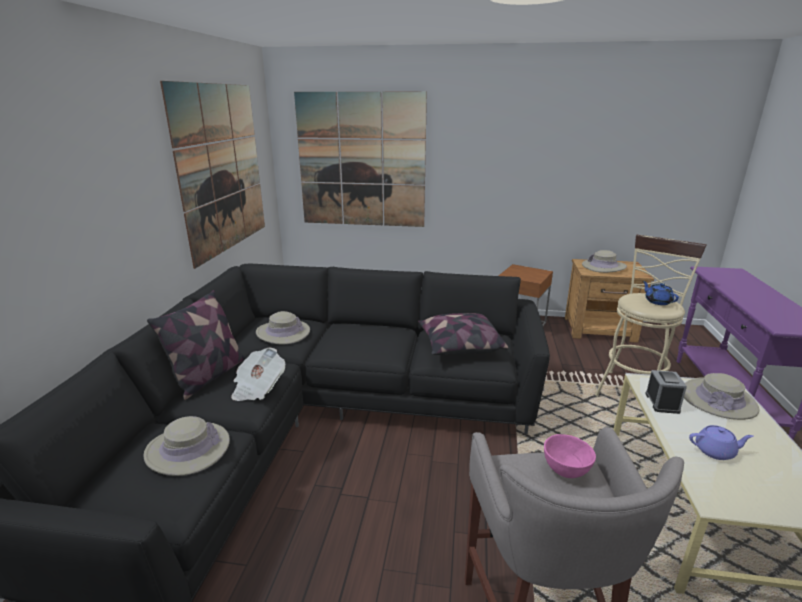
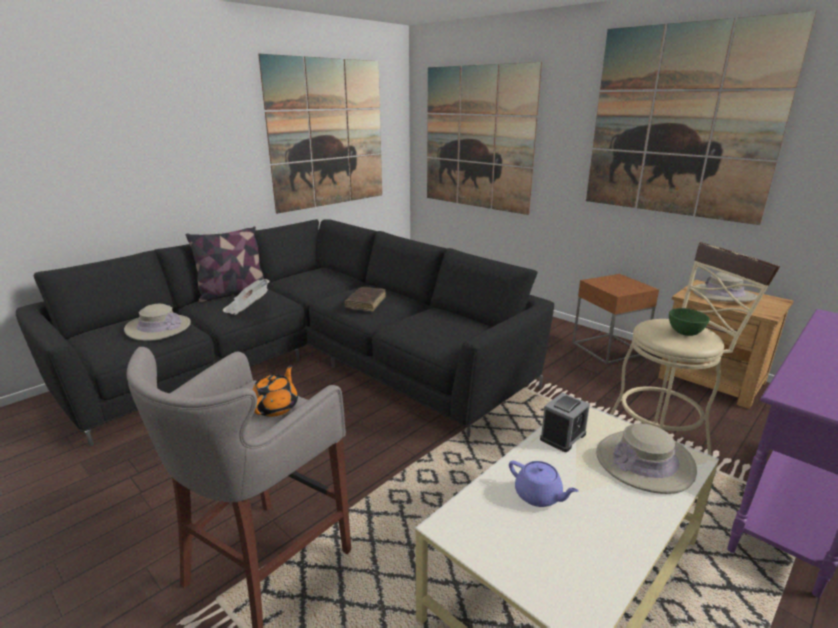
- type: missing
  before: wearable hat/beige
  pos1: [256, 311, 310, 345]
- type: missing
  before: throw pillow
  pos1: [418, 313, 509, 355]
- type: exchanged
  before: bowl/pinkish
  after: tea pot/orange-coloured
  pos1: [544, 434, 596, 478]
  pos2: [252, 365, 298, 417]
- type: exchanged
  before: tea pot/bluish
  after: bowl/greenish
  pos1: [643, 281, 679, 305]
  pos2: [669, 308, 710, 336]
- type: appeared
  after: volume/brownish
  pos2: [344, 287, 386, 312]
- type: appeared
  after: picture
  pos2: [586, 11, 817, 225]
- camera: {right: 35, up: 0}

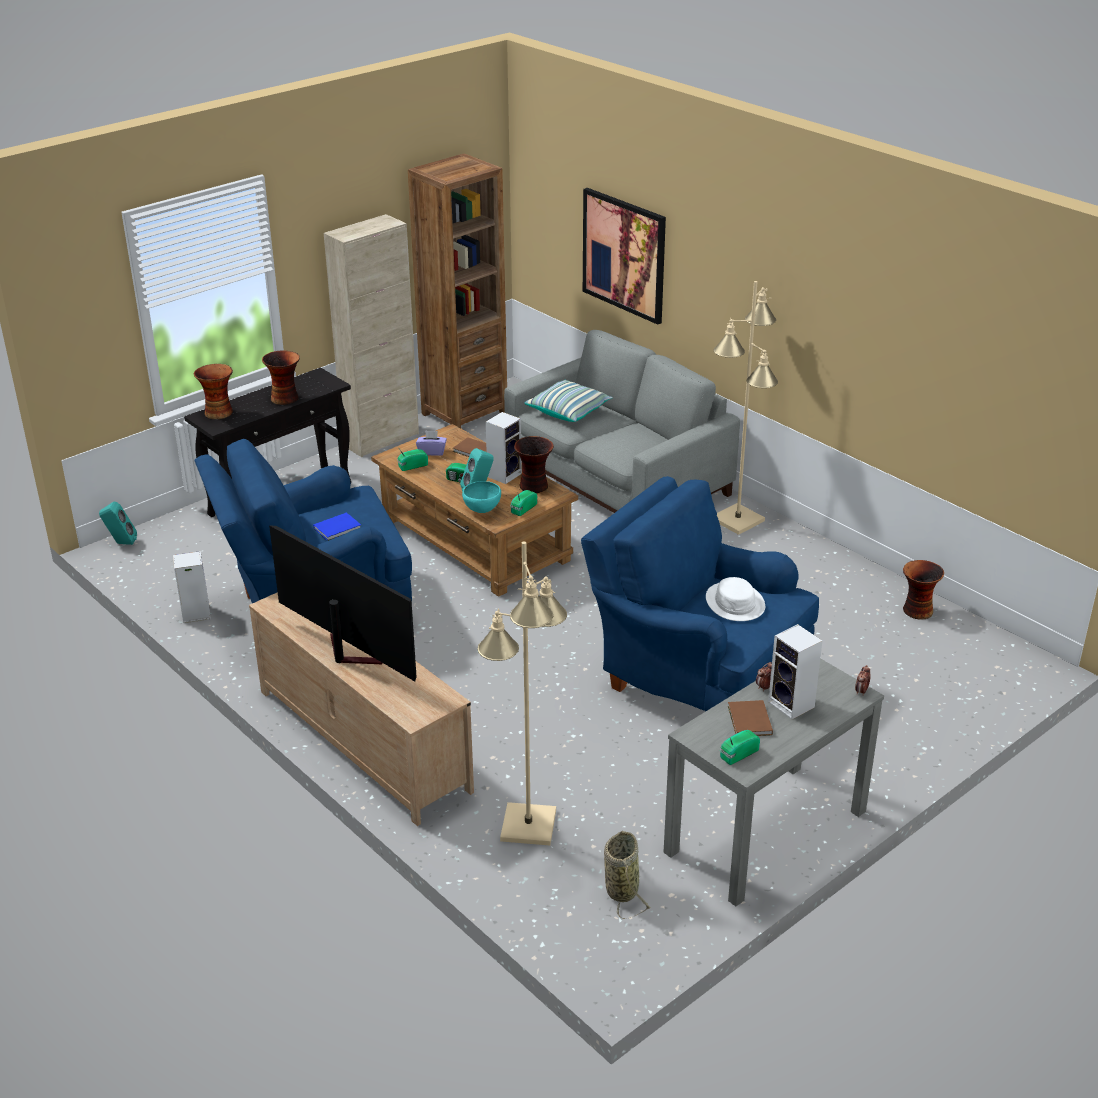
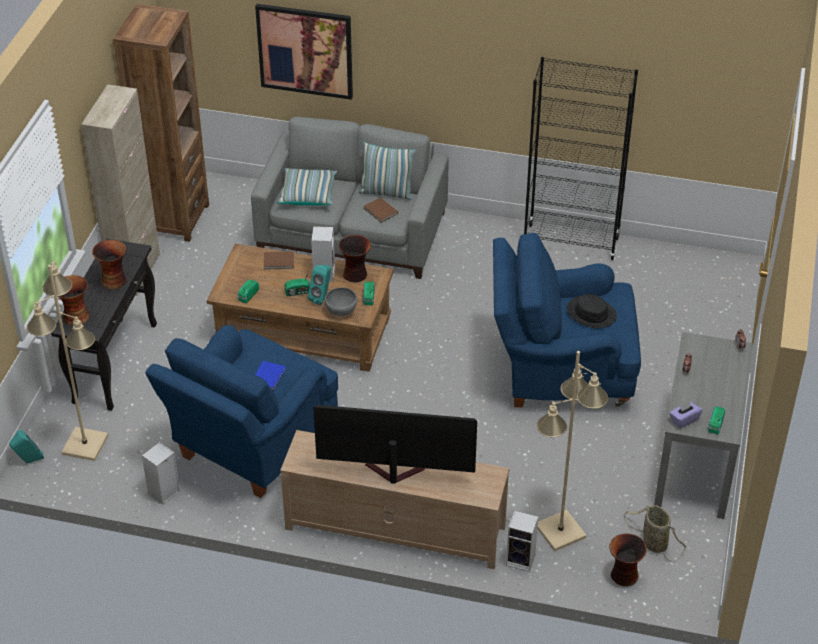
- type: relocated
  before: tissue holder/purplish
  pos1: [416, 430, 447, 456]
  pos2: [670, 401, 702, 428]
- type: colour
  before: bowl/blue-green
  after: bowl/grey
  pos1: [462, 481, 501, 513]
  pos2: [324, 287, 357, 316]
- type: colour
  before: wearable hat/white
  after: wearable hat/blackish
  pos1: [706, 577, 765, 621]
  pos2: [566, 294, 617, 328]
- type: relocated
  before: standing lamp/beige
  pos1: [714, 281, 778, 535]
  pos2: [27, 262, 108, 461]
- type: relocated
  before: volume/brownish
  pos1: [728, 700, 773, 736]
  pos2: [363, 198, 398, 223]
- type: relocated
  before: audio speaker
  pos1: [768, 624, 822, 719]
  pos2: [506, 511, 539, 572]
- type: relocated
  before: flower vase
  pos1: [903, 560, 944, 620]
  pos2: [610, 534, 647, 586]
- type: appeared
  after: throw pillow
  pos2: [359, 142, 416, 200]
- type: appeared
  after: bookcase/blackish
  pos2: [524, 57, 638, 260]
- camera: {right: -35, up: 10}

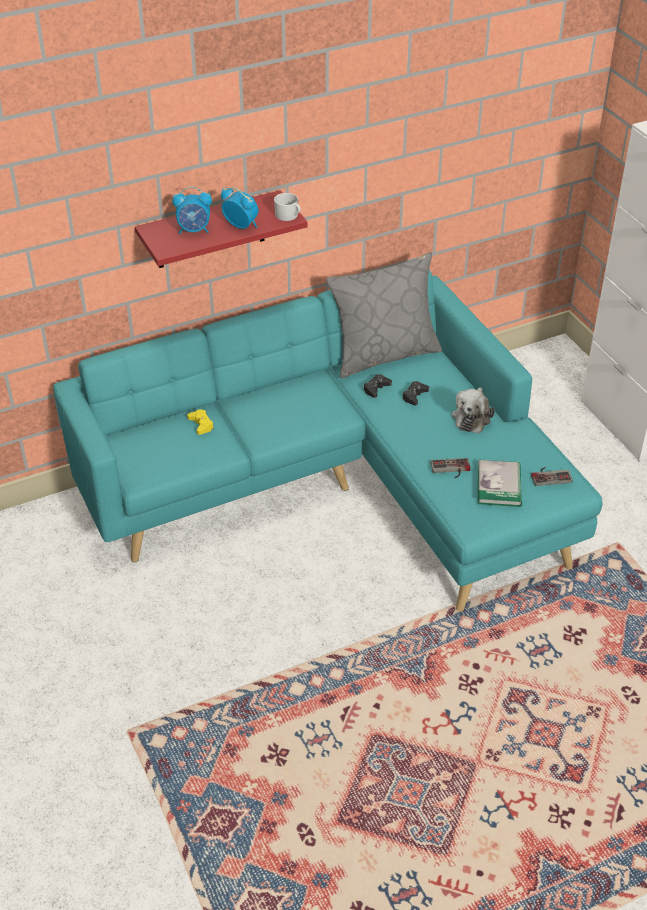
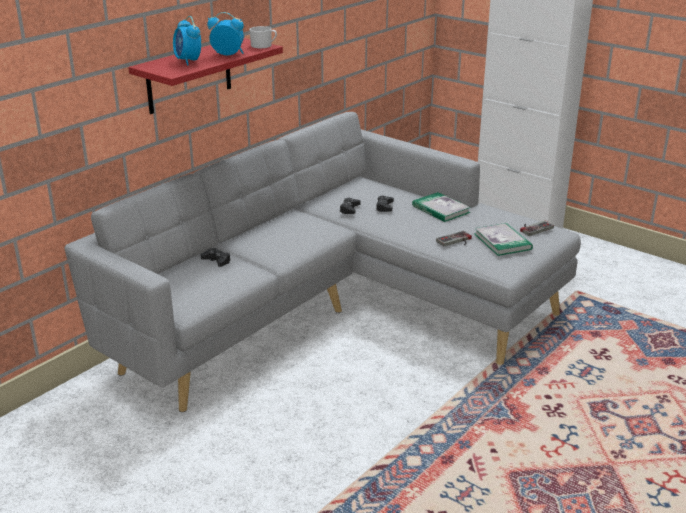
- type: colour
  before: couch/blue-green
  after: couch/grey
  pos1: [53, 270, 602, 612]
  pos2: [64, 112, 581, 412]
- type: spun
  before: alarm clock
  pos1: [172, 186, 212, 234]
  pos2: [173, 16, 201, 65]
  turn: 90
- type: colour
  before: gamepad/yellow
  after: gamepad/blackish
  pos1: [187, 409, 214, 435]
  pos2: [200, 248, 231, 267]
- type: missing
  before: throw pillow/grey
  pos1: [326, 252, 442, 378]
- type: exchanged
  before: soft toy
  after: volume
  pos1: [451, 387, 495, 433]
  pos2: [412, 192, 471, 222]
- camera: {right: -25, up: -15}

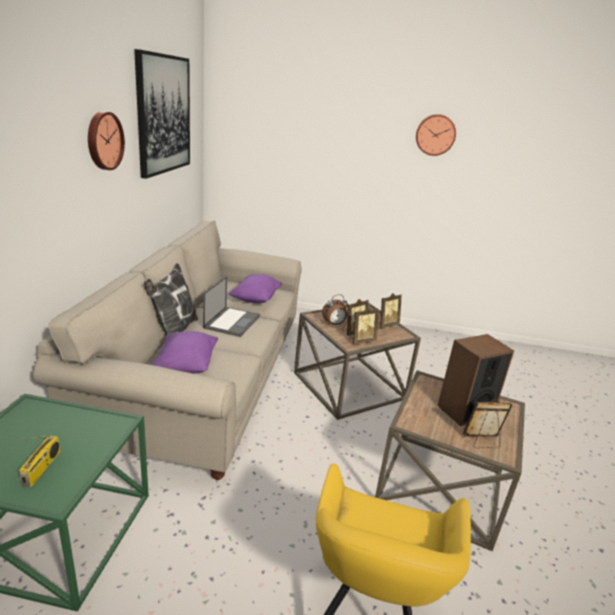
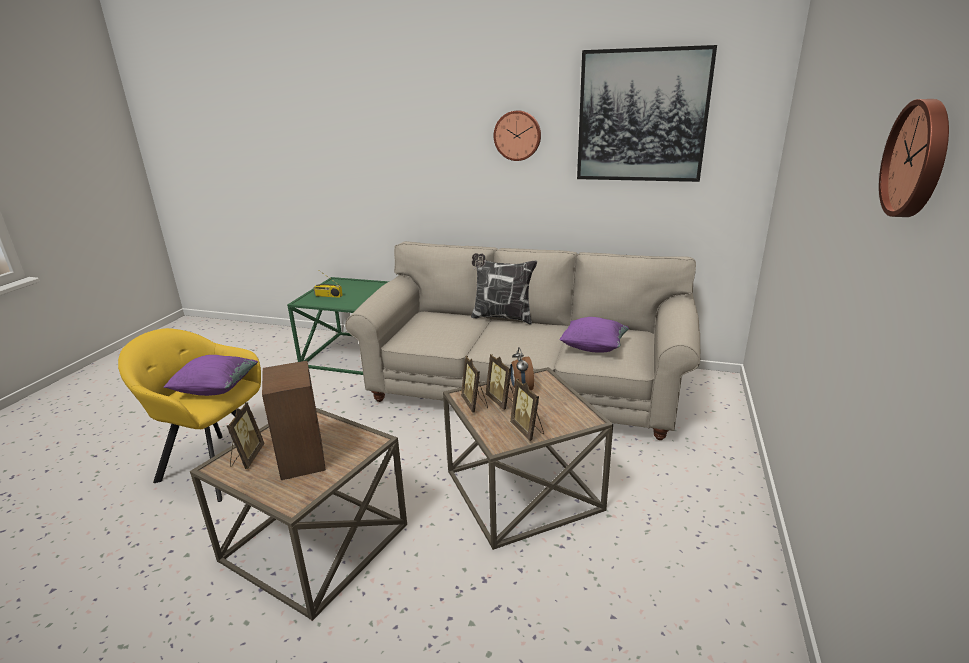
- type: relocated
  before: throw pillow/purplish
  pos1: [152, 331, 218, 373]
  pos2: [164, 355, 258, 396]
- type: missing
  before: laptop
  pos1: [203, 276, 260, 337]
- camera: {right: 100, up: 0}

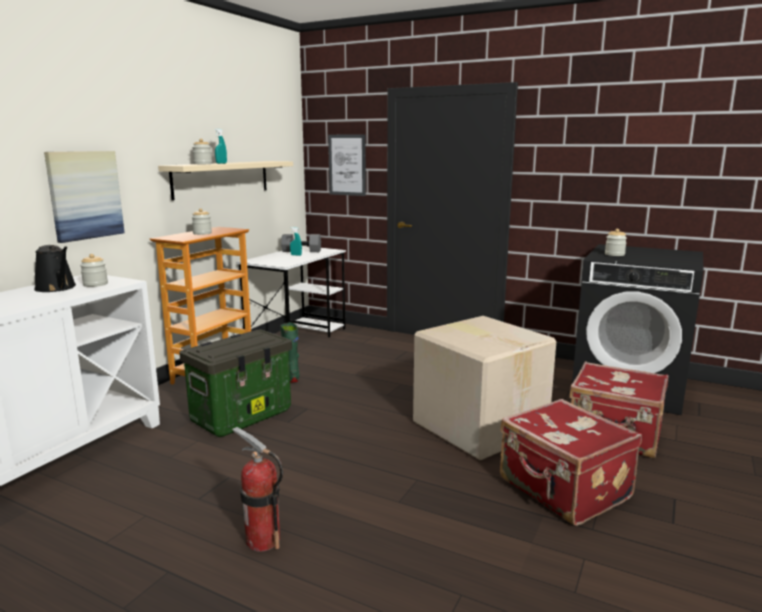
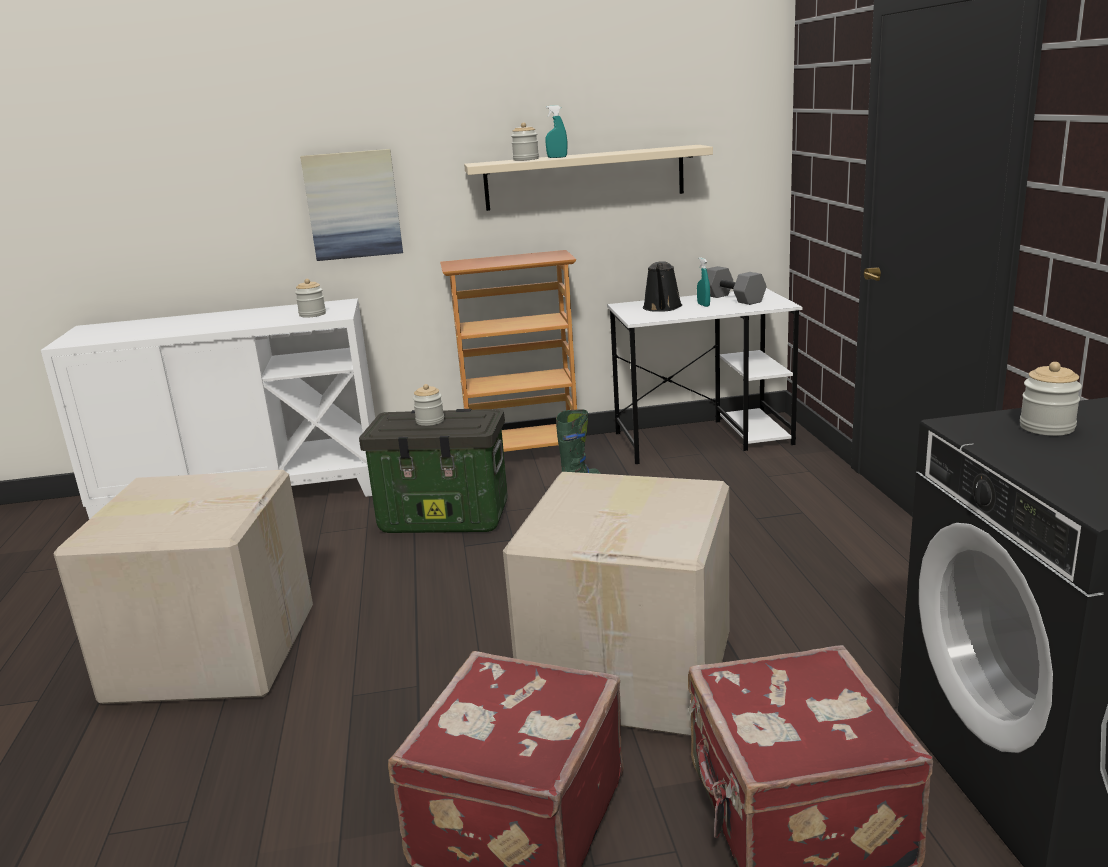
- type: relocated
  before: watering can/blackish
  pos1: [34, 245, 76, 292]
  pos2: [643, 261, 682, 312]
- type: relocated
  before: preserve jar
  pos1: [192, 208, 212, 235]
  pos2: [413, 384, 444, 426]
- type: exchanged
  before: fire extinguisher
  after: packing box
  pos1: [232, 427, 283, 552]
  pos2: [53, 470, 313, 704]
- type: missing
  before: picture
  pos1: [328, 134, 366, 196]
- camera: {right: 55, up: 5}

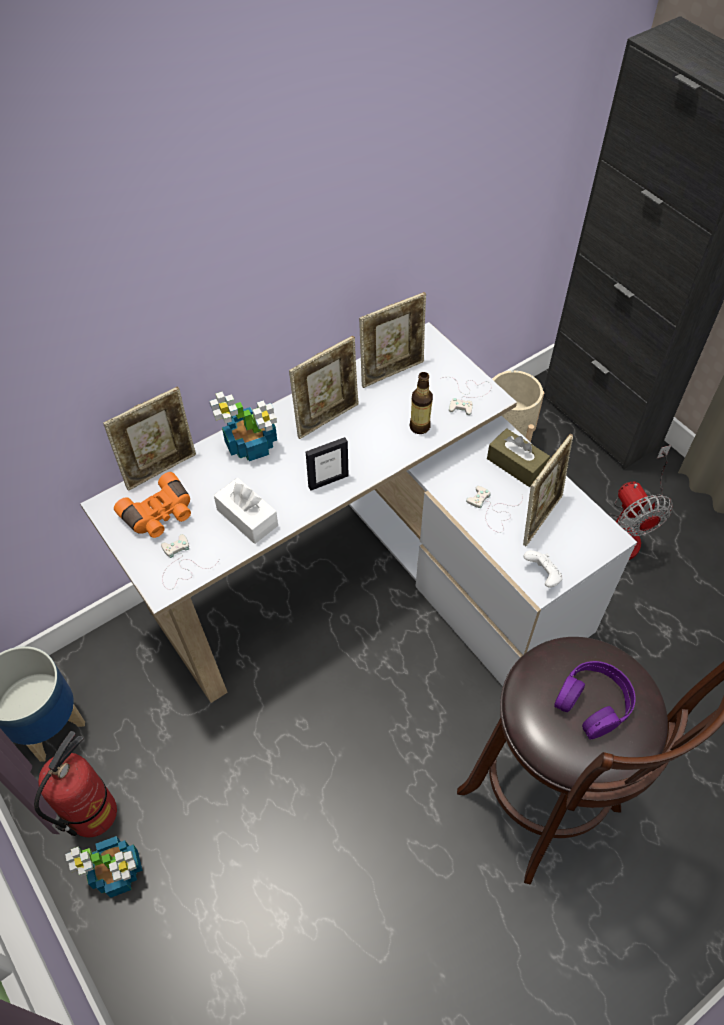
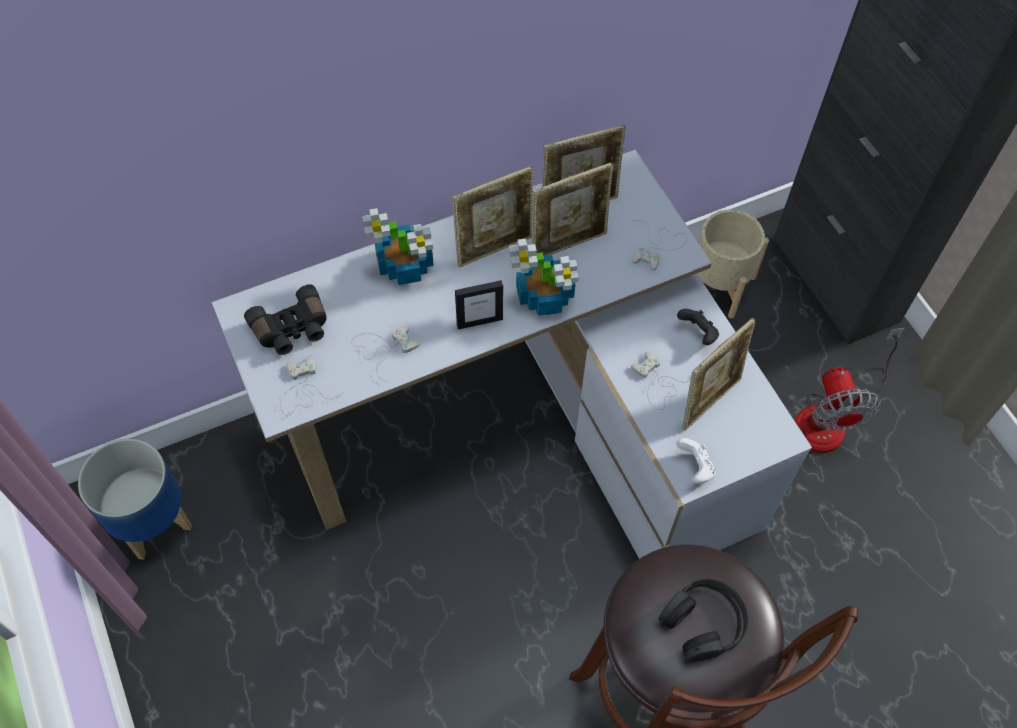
- type: missing
  before: fire extinguisher
  pos1: [34, 731, 117, 837]
- type: relocated
  before: houseplant
  pos1: [65, 836, 142, 898]
  pos2: [509, 238, 579, 316]
- type: relocated
  before: picture frame
  pos1: [103, 386, 196, 491]
  pos2: [532, 162, 613, 256]
- type: colour
  before: field glasses/orange-coloured
  after: field glasses/blackish
  pos1: [114, 472, 191, 538]
  pos2: [244, 284, 327, 355]
- type: exchanged
  before: tissue holder/white
  after: gamepad/white
  pos1: [214, 478, 278, 544]
  pos2: [351, 326, 420, 382]
- type: missing
  before: beverage bottle
  pos1: [409, 372, 433, 434]
- type: exchanged
  before: tissue holder/brownish
  after: gamepad/blackish
  pos1: [487, 428, 550, 487]
  pos2: [677, 309, 719, 345]
- type: colour
  before: headset/purplish
  after: headset/blackish
  pos1: [554, 661, 636, 739]
  pos2: [658, 579, 748, 662]
- camera: {right: 10, up: 5}

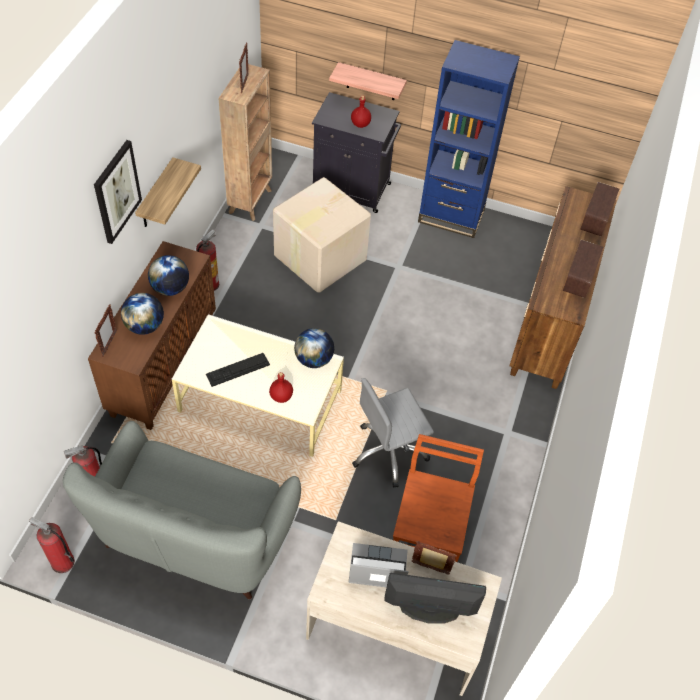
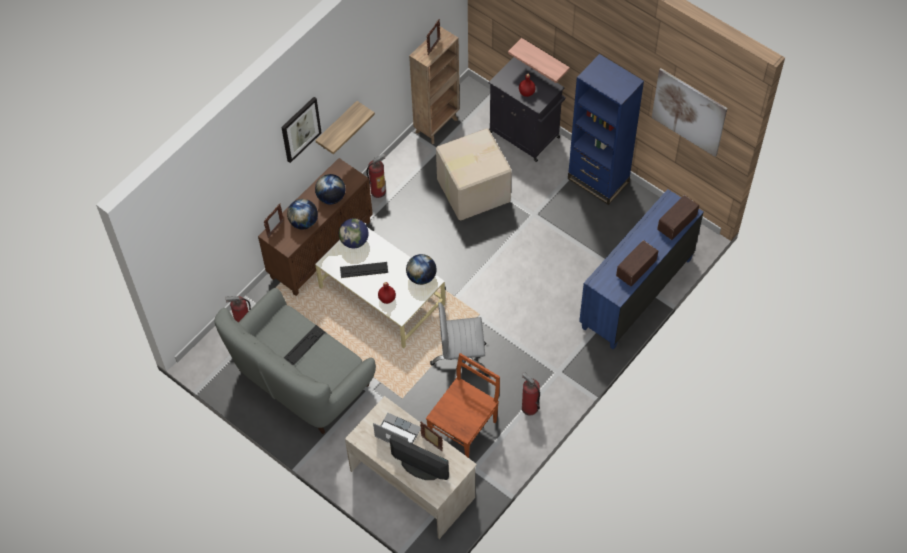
- type: relocated
  before: fire extinguisher
  pos1: [29, 517, 75, 573]
  pos2: [522, 372, 540, 416]
- type: colour
  before: chest of drawers/brownish
  after: chest of drawers/bluish
  pos1: [509, 186, 617, 389]
  pos2: [579, 189, 704, 350]
- type: appeared
  after: keyboard
  pos2: [284, 325, 326, 366]
- type: appeared
  after: world globe
  pos2: [339, 219, 369, 248]
- type: appeared
  after: picture
  pos2: [652, 68, 728, 157]
- camera: {right: 25, up: 5}

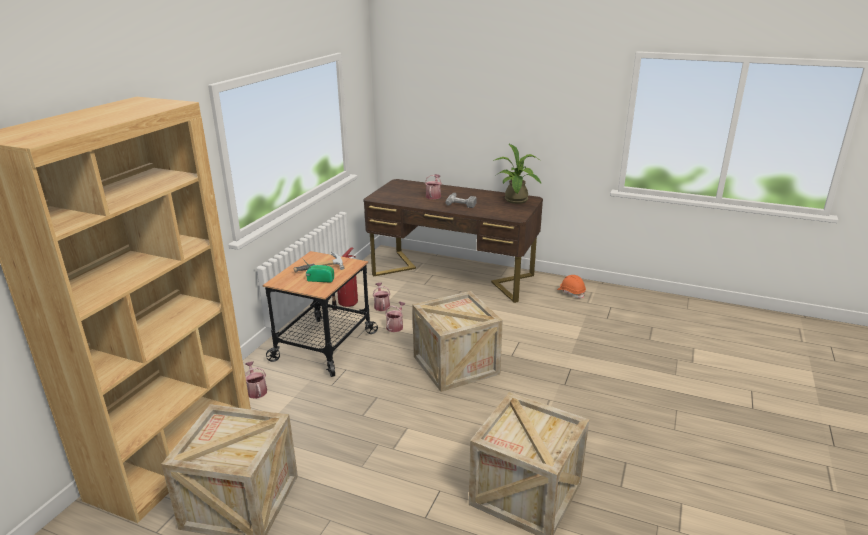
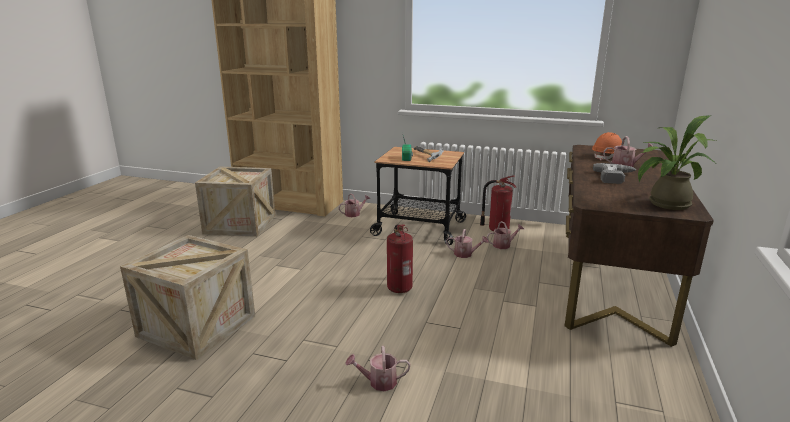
- type: exchanged
  before: shipping crate
  after: fire extinguisher
  pos1: [412, 291, 503, 392]
  pos2: [387, 224, 413, 293]
- type: relocated
  before: hard hat/orange-coloured
  pos1: [557, 275, 586, 298]
  pos2: [592, 132, 622, 160]
- type: appeared
  after: watering can
  pos2: [345, 346, 410, 391]
- camera: {right: 85, up: -5}

